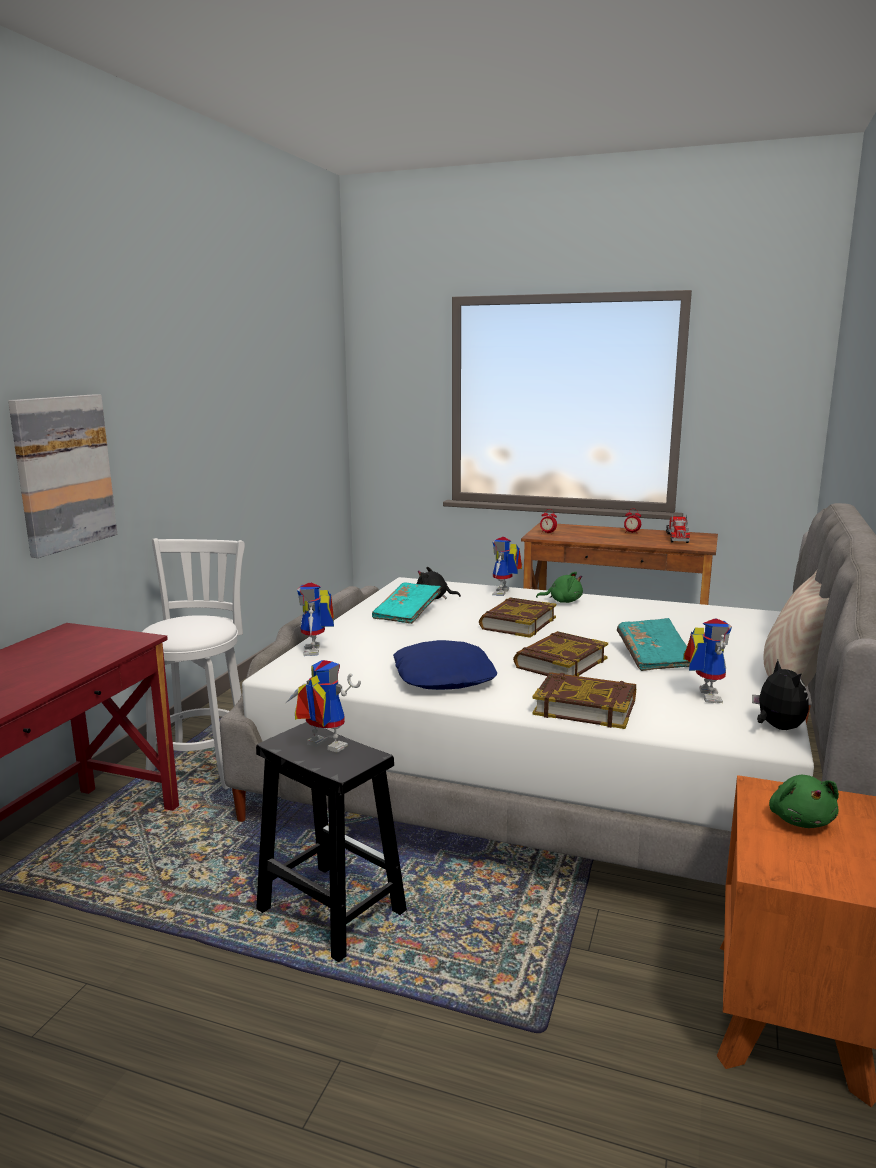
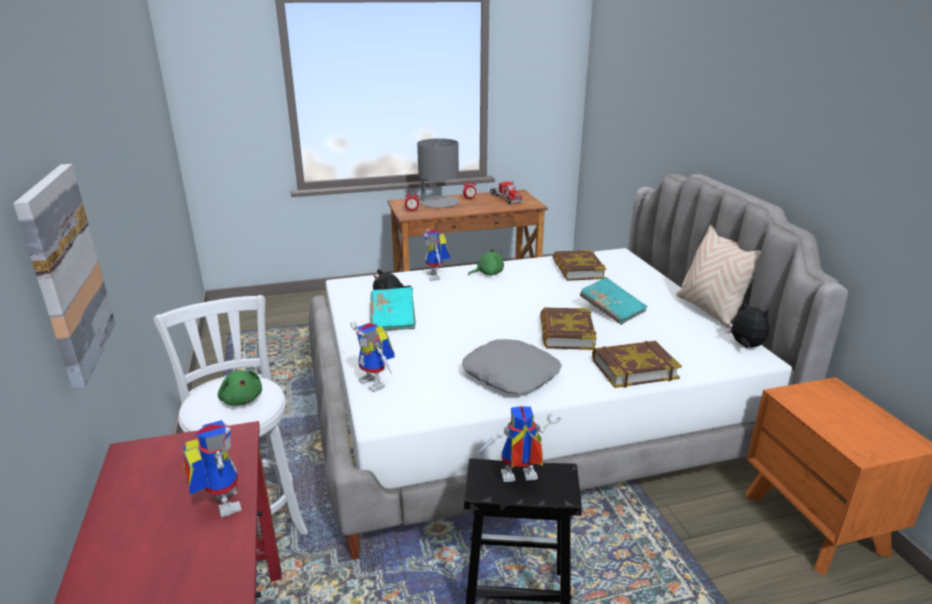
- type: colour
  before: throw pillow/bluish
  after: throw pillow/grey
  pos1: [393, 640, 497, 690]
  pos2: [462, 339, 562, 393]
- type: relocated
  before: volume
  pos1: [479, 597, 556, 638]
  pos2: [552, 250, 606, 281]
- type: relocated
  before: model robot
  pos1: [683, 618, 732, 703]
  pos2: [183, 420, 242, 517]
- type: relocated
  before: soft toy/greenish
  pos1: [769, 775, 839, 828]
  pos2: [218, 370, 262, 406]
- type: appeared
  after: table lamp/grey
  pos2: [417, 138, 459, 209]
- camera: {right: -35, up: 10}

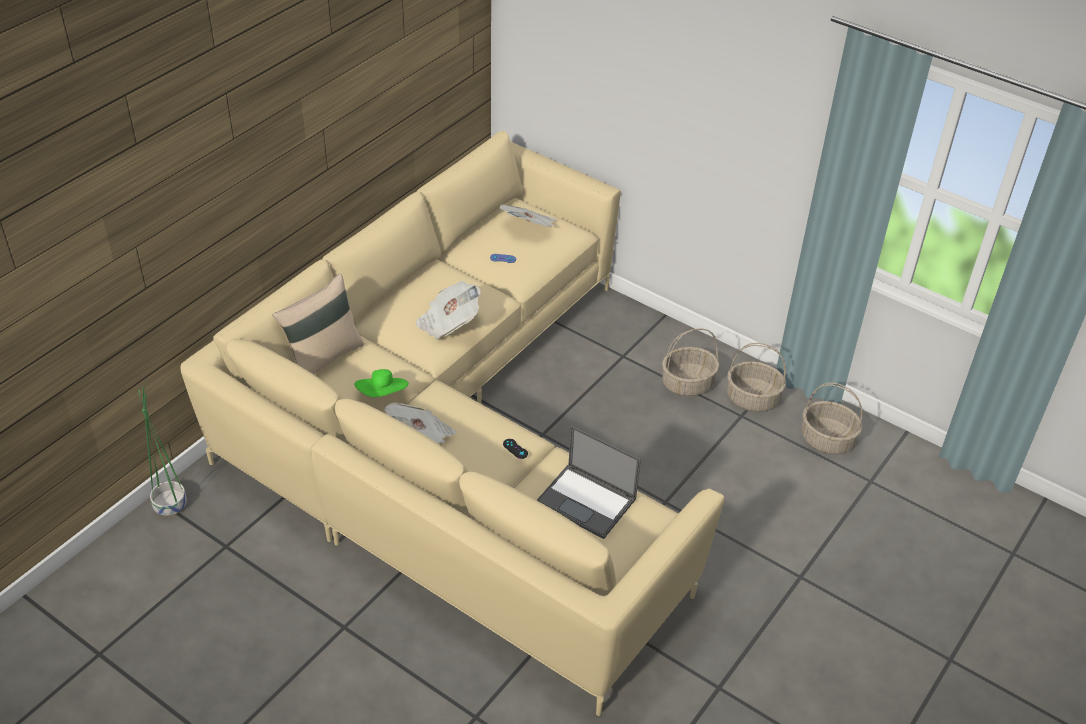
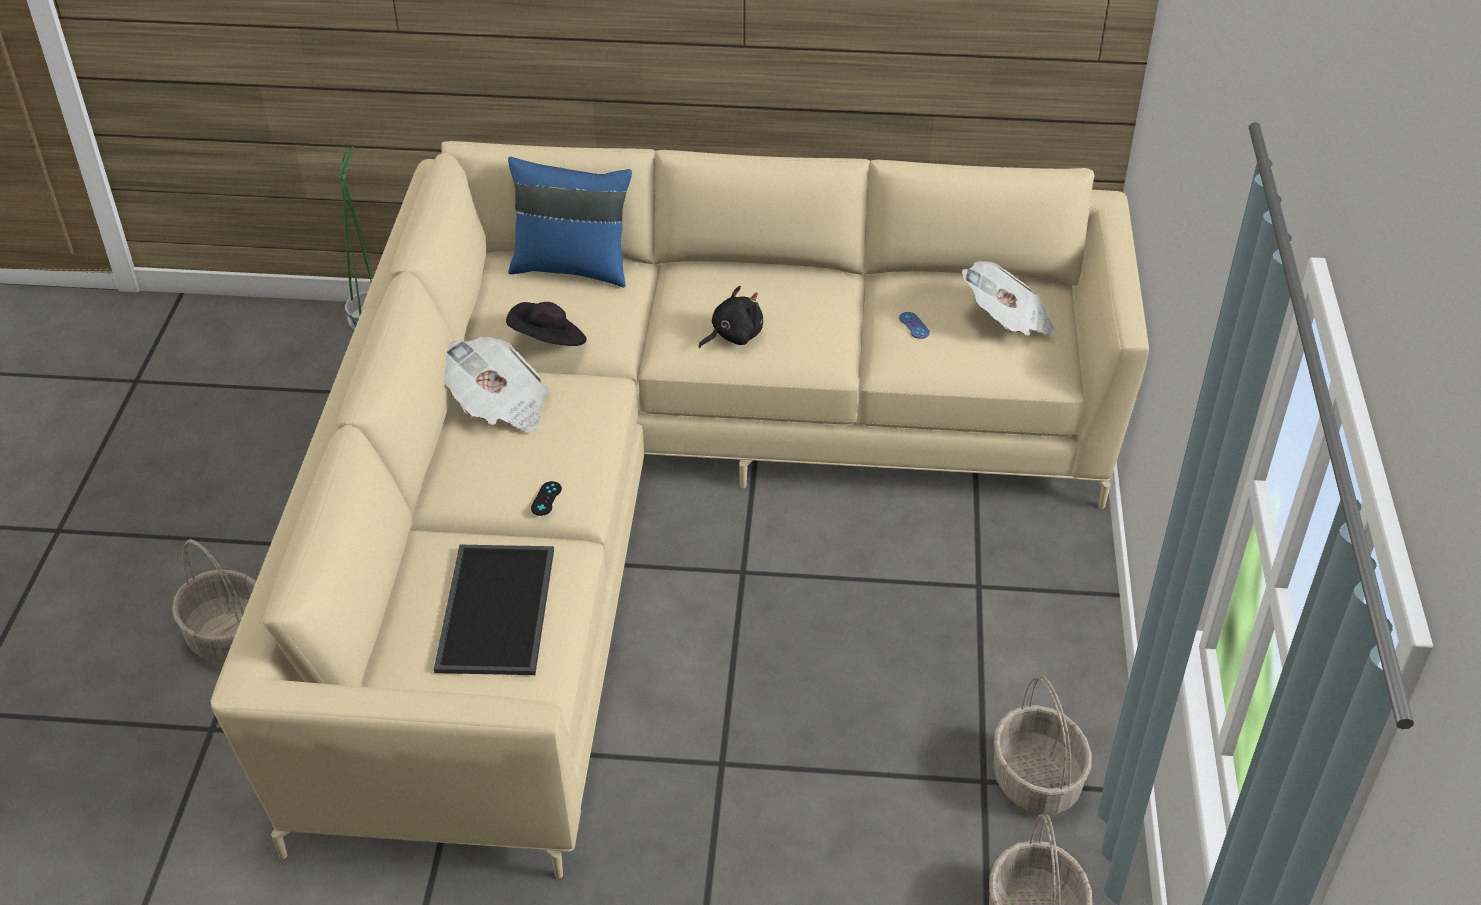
- type: colour
  before: throw pillow/beige
  after: throw pillow/bluish
  pos1: [272, 273, 364, 374]
  pos2: [508, 157, 632, 287]
- type: colour
  before: wearable hat/greenish
  after: wearable hat/blackish
  pos1: [355, 369, 409, 397]
  pos2: [506, 302, 587, 346]
- type: exchanged
  before: daily paper
  after: soft toy/blackish
  pos1: [416, 281, 481, 340]
  pos2: [698, 286, 763, 348]
- type: exchanged
  before: laptop
  after: serving tray
  pos1: [537, 426, 641, 539]
  pos2: [434, 545, 554, 675]
- type: relocated
  before: household basket
  pos1: [662, 328, 720, 396]
  pos2: [172, 539, 256, 663]
- camera: {right: 60, up: 0}

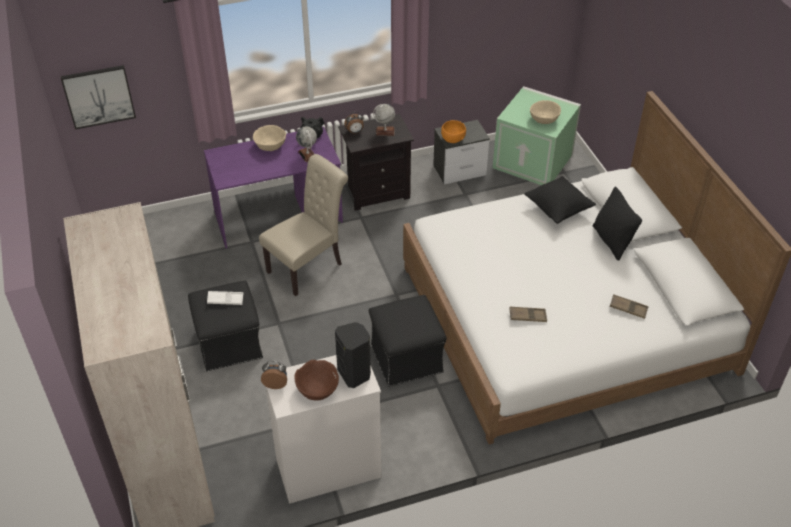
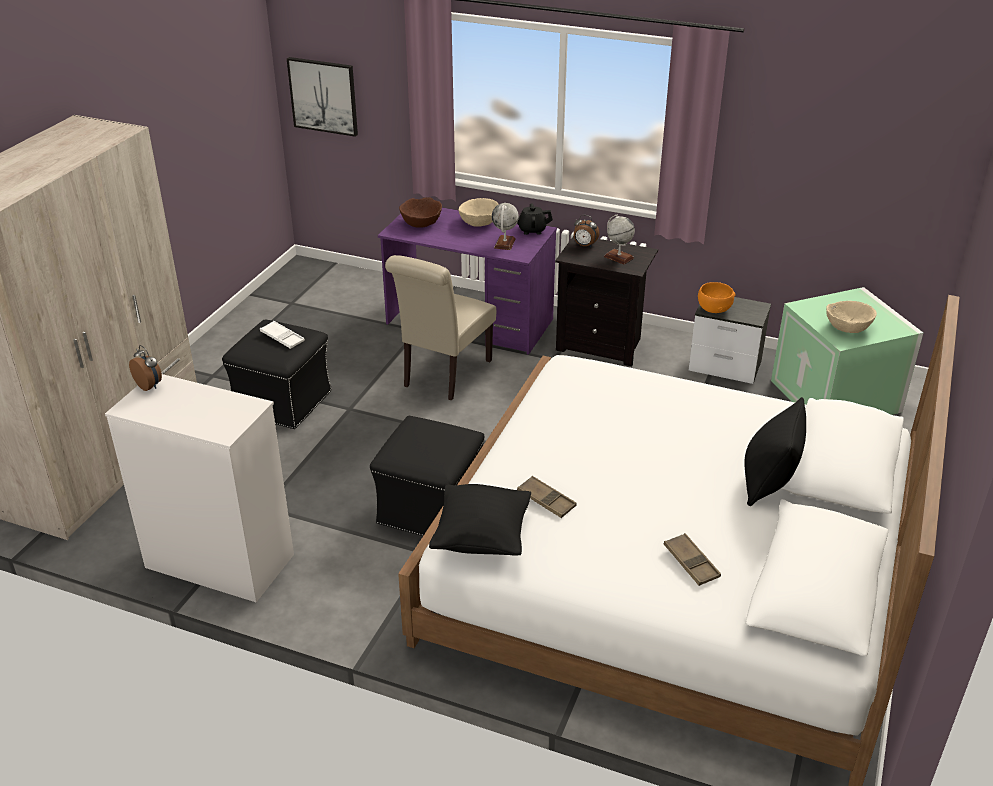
- type: spun
  before: plain chair/beige
  pos1: [259, 154, 348, 296]
  pos2: [385, 255, 496, 400]
  turn: 120
- type: relocated
  before: bowl/brownish
  pos1: [294, 360, 339, 400]
  pos2: [399, 198, 442, 228]
- type: missing
  before: audio speaker/blackish
  pos1: [335, 322, 371, 388]
- type: relocated
  before: throw pillow/blackish
  pos1: [524, 176, 596, 224]
  pos2: [429, 484, 531, 556]
- camera: {right: 40, up: -10}

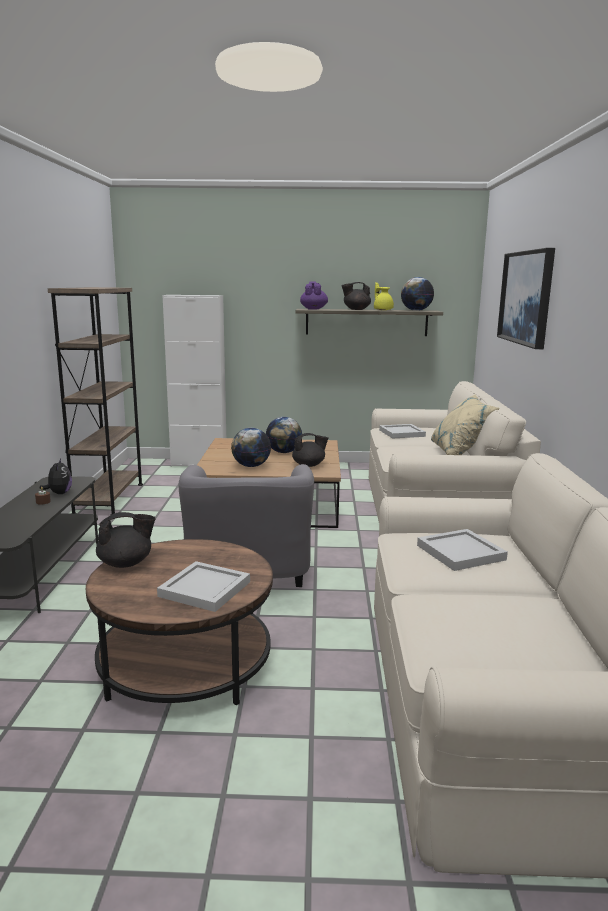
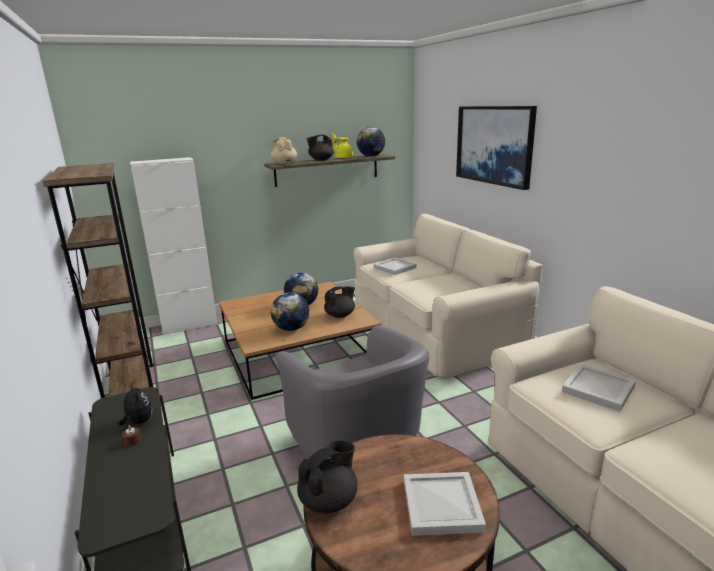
- type: colour
  before: tea pot/purplish
  after: tea pot/beige
  pos1: [300, 281, 328, 310]
  pos2: [271, 137, 297, 164]
- type: missing
  before: throw pillow/beige
  pos1: [431, 394, 500, 455]
- camera: {right: -25, up: 5}

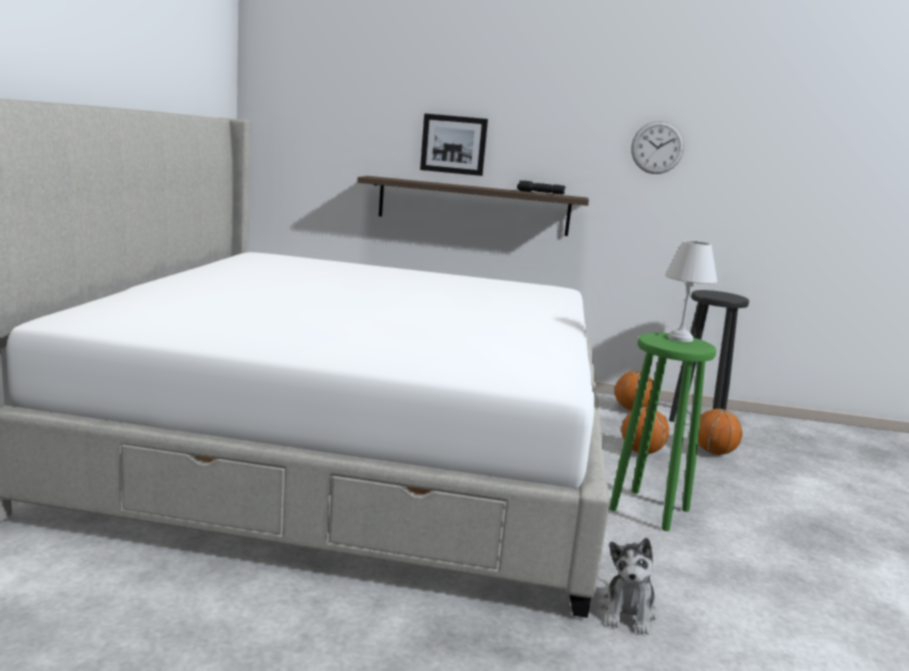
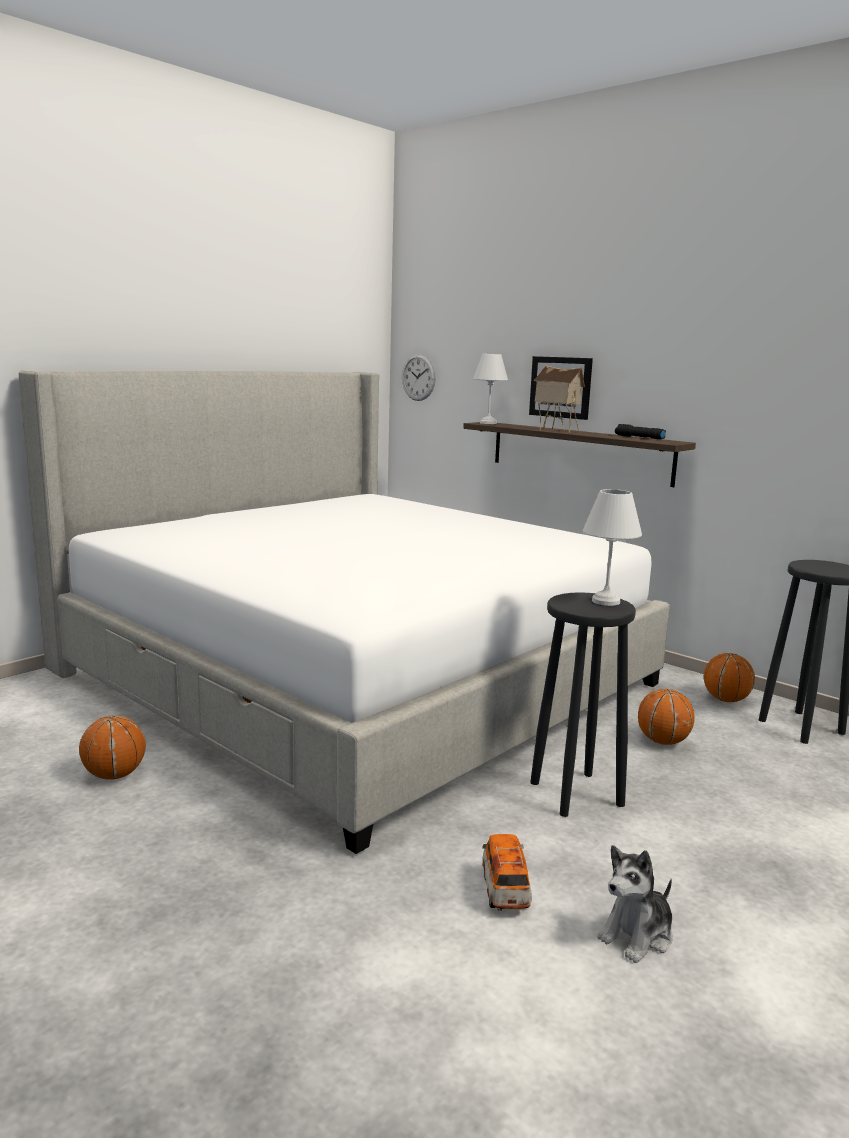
- type: relocated
  before: soft toy
  pos1: [600, 538, 658, 635]
  pos2: [597, 845, 672, 963]
- type: colour
  before: stool seat/greenish
  after: stool seat/blackish
  pos1: [609, 333, 716, 531]
  pos2: [530, 592, 636, 817]
- type: relocated
  before: hanging clock
  pos1: [631, 121, 684, 174]
  pos2: [402, 354, 436, 401]
- type: relocated
  before: basketball
  pos1: [698, 409, 742, 455]
  pos2: [79, 715, 146, 780]
- type: appeared
  after: table lamp/white
  pos2: [473, 354, 508, 424]
- type: appeared
  after: toy car
  pos2: [482, 834, 532, 911]
- type: appeared
  after: model house
  pos2: [534, 365, 585, 433]
- camera: {right: 35, up: 0}

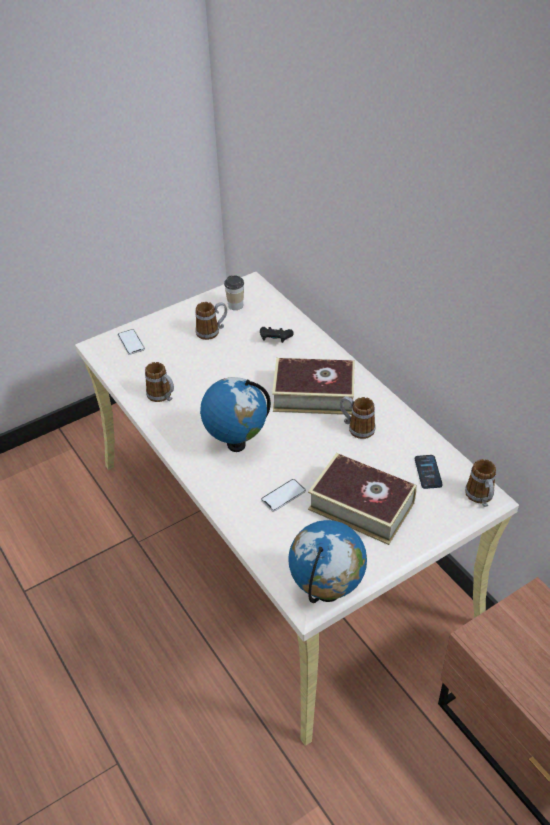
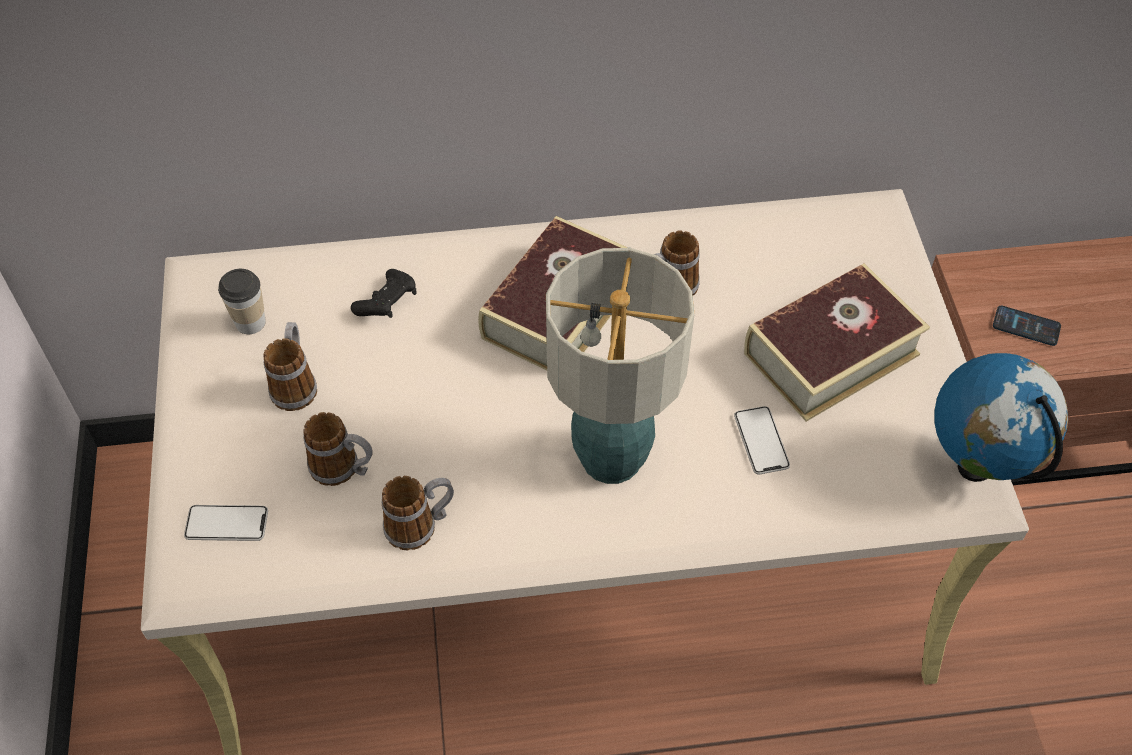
- type: exchanged
  before: world globe
  after: table lamp
  pos1: [200, 377, 271, 452]
  pos2: [546, 248, 695, 484]
- type: relocated
  before: phone
  pos1: [415, 455, 443, 489]
  pos2: [993, 306, 1061, 346]
- type: relocated
  before: coffee mug
  pos1: [465, 459, 496, 507]
  pos2: [303, 412, 373, 486]
- camera: {right: -65, up: 10}

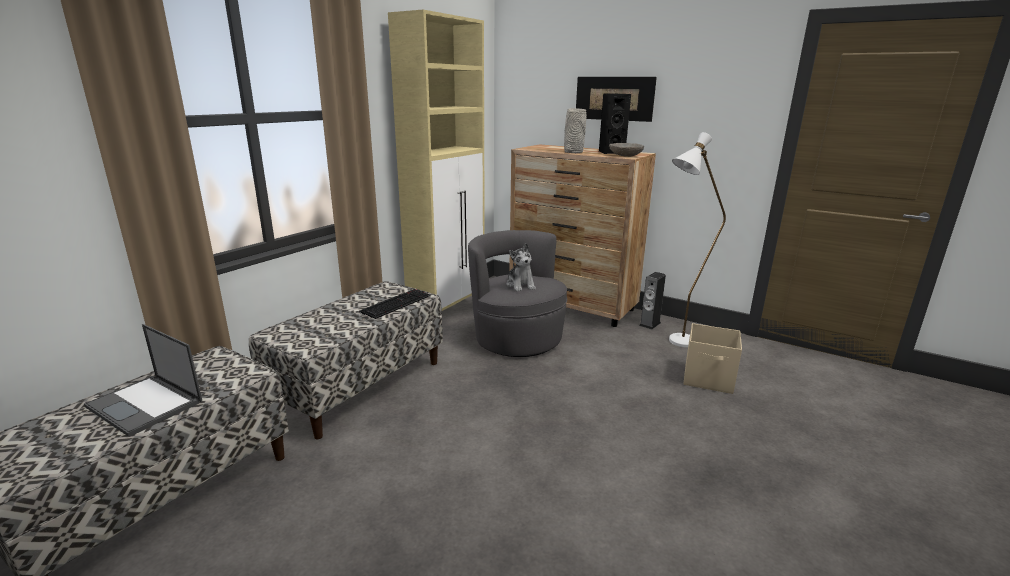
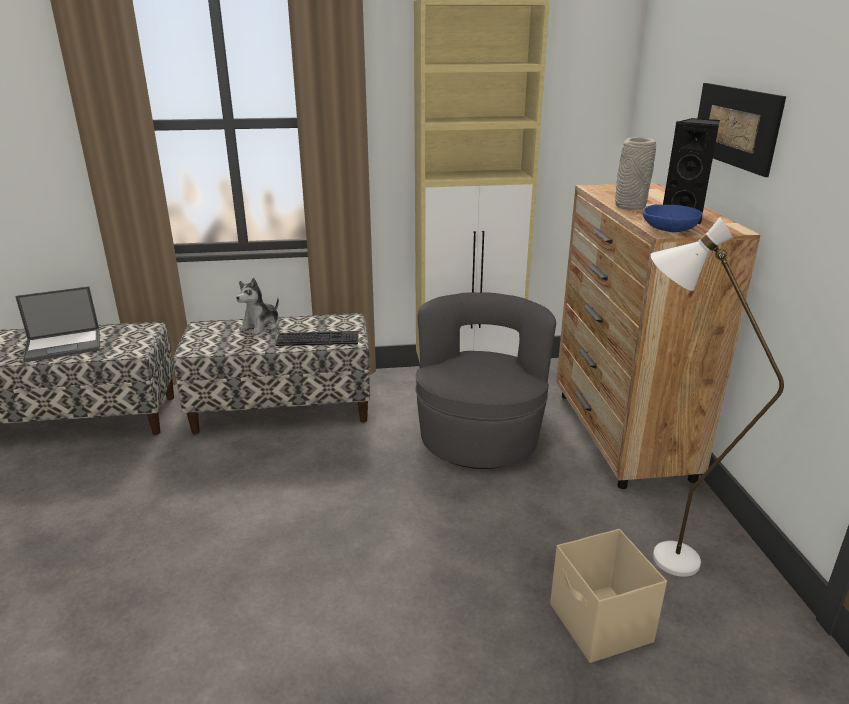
- type: spun
  before: laptop
  pos1: [84, 324, 202, 437]
  pos2: [15, 286, 100, 363]
  turn: -105
- type: relocated
  before: soft toy
  pos1: [507, 243, 536, 292]
  pos2: [236, 278, 279, 335]
- type: colour
  before: bowl/grey
  after: bowl/bluish
  pos1: [609, 143, 644, 157]
  pos2: [643, 205, 702, 232]
- type: missing
  before: audio speaker
  pos1: [639, 272, 666, 330]
- camera: {right: 50, up: 5}

